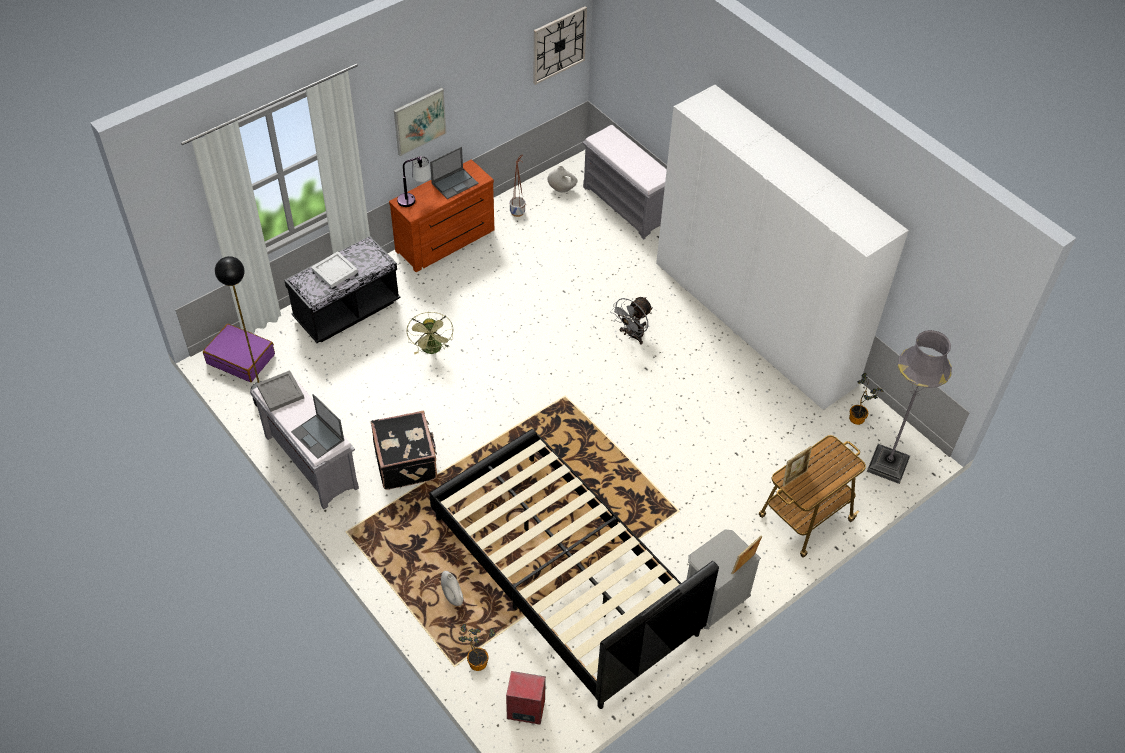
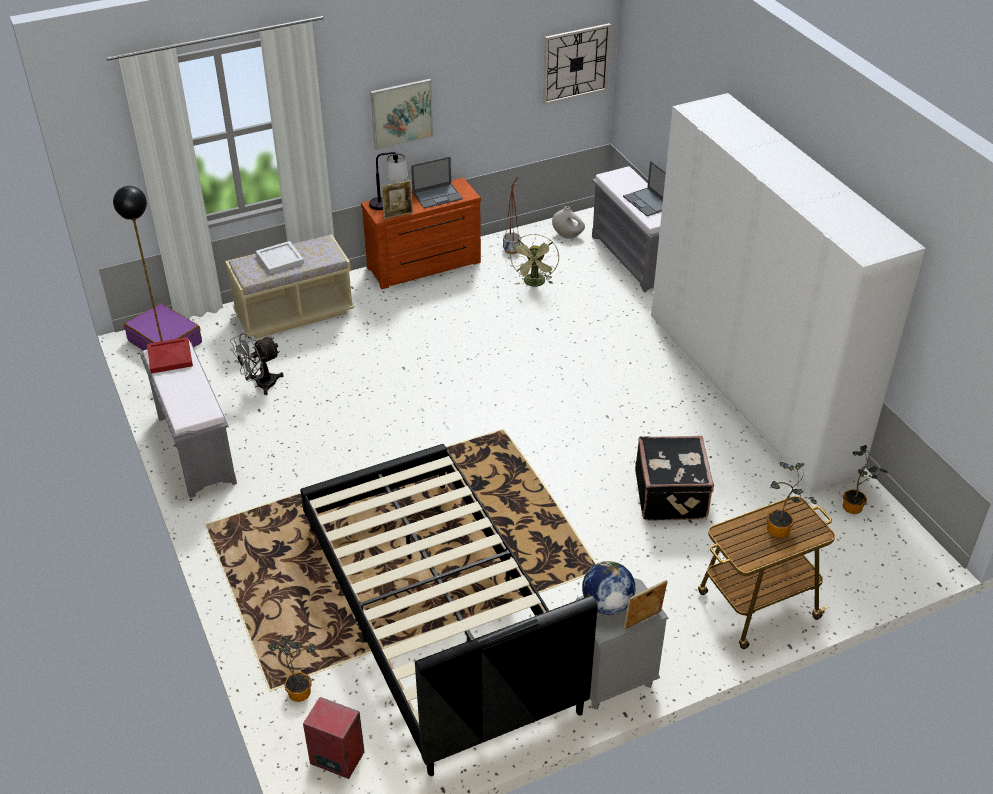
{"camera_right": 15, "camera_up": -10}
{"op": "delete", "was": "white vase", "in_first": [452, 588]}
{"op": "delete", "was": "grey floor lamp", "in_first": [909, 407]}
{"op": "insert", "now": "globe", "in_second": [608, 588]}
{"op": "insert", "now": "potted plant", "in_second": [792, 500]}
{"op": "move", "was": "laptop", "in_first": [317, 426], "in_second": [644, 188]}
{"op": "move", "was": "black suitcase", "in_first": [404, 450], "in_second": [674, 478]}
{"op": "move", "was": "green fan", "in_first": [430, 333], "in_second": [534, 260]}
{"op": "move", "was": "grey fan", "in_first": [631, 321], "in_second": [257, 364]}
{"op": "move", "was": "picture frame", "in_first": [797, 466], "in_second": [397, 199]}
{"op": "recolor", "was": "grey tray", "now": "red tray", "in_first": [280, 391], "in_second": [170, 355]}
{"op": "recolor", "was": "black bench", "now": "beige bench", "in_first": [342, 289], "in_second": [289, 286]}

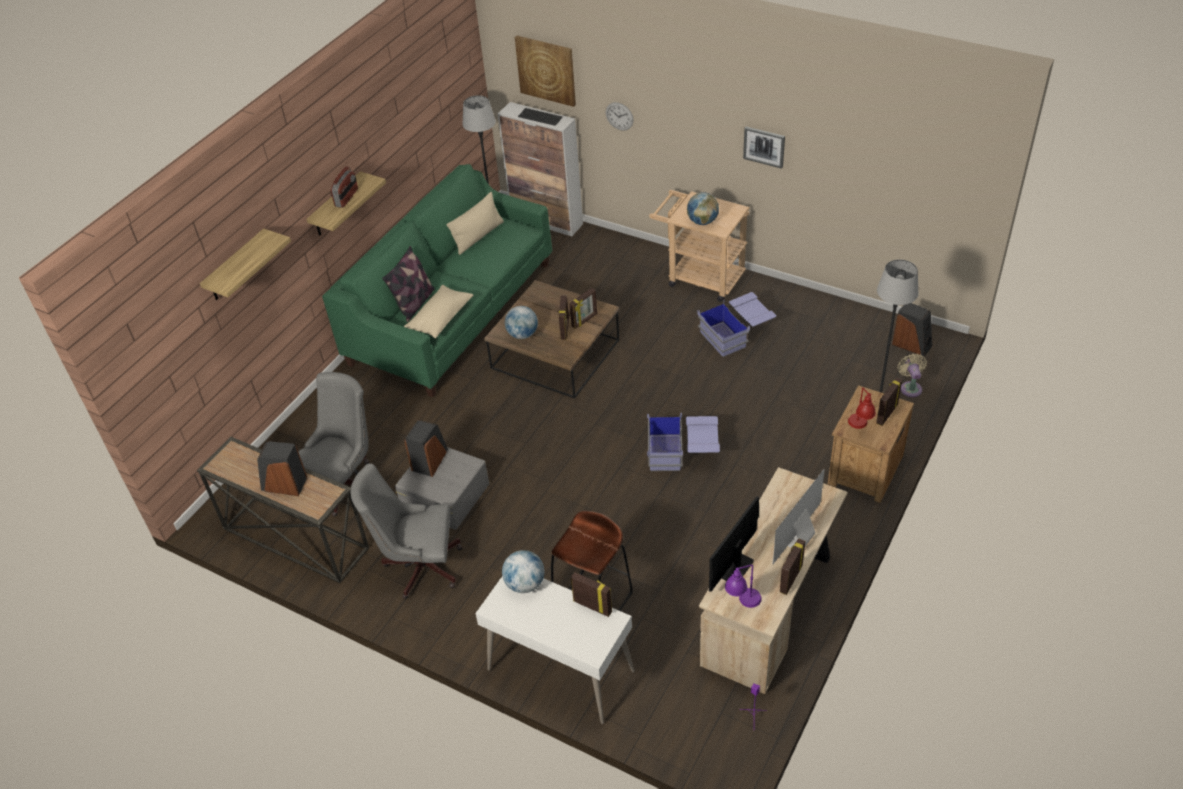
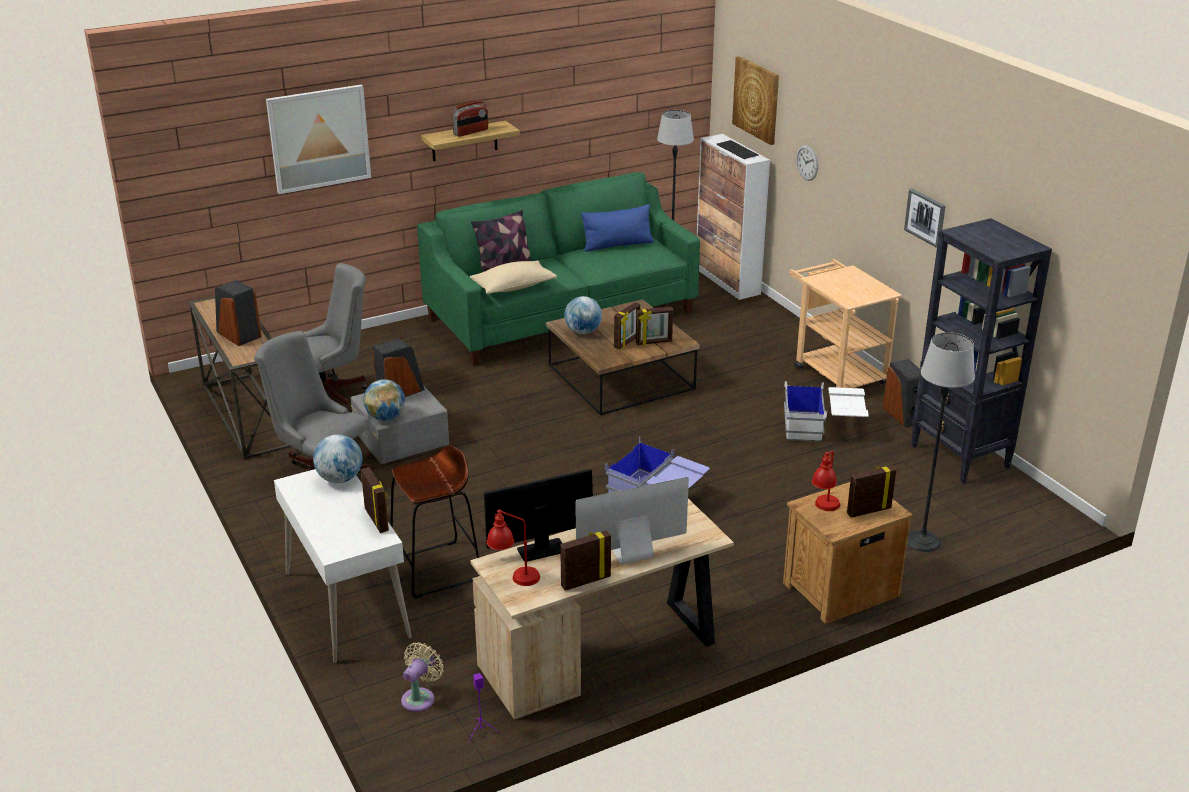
{"camera_right": 30, "camera_up": -15}
{"op": "insert", "now": "black bookcase", "in_second": [981, 350]}
{"op": "move", "was": "globe", "in_first": [703, 208], "in_second": [384, 399]}
{"op": "move", "was": "speaker", "in_first": [912, 329], "in_second": [901, 393]}
{"op": "move", "was": "beige fan", "in_first": [912, 375], "in_second": [422, 677]}
{"op": "replace", "was": "shelf", "now": "picture", "in_first": [245, 264], "in_second": [318, 139]}
{"op": "recolor", "was": "beige pillow", "now": "blue pillow", "in_first": [475, 223], "in_second": [617, 228]}
{"op": "recolor", "was": "blue storage box", "now": "white storage box", "in_first": [736, 324], "in_second": [826, 411]}
{"op": "recolor", "was": "purple table lamp", "now": "red table lamp", "in_first": [743, 586], "in_second": [513, 547]}

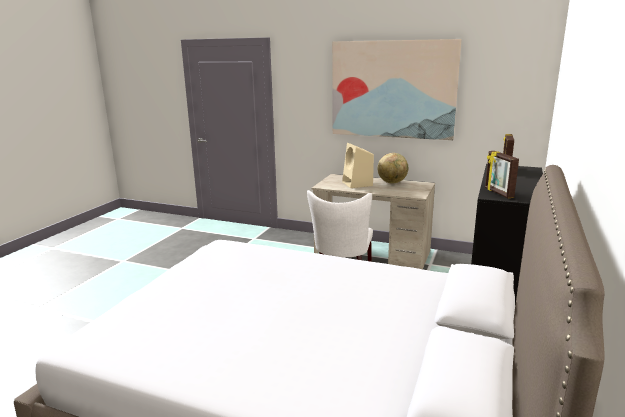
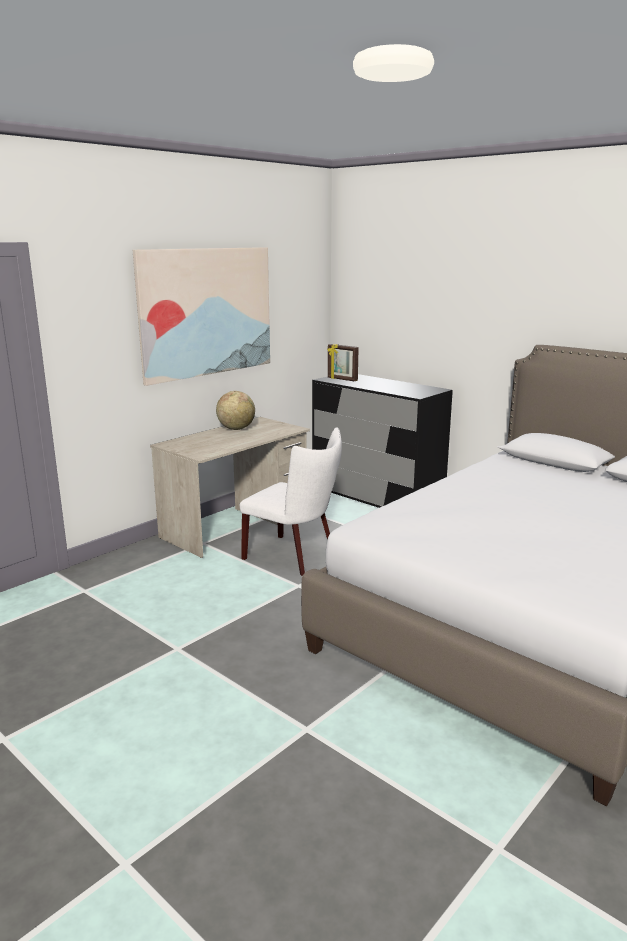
{"camera_right": -70, "camera_up": 0}
{"op": "delete", "was": "beige speaker", "in_first": [358, 165]}
{"op": "delete", "was": "picture frame", "in_first": [502, 175]}

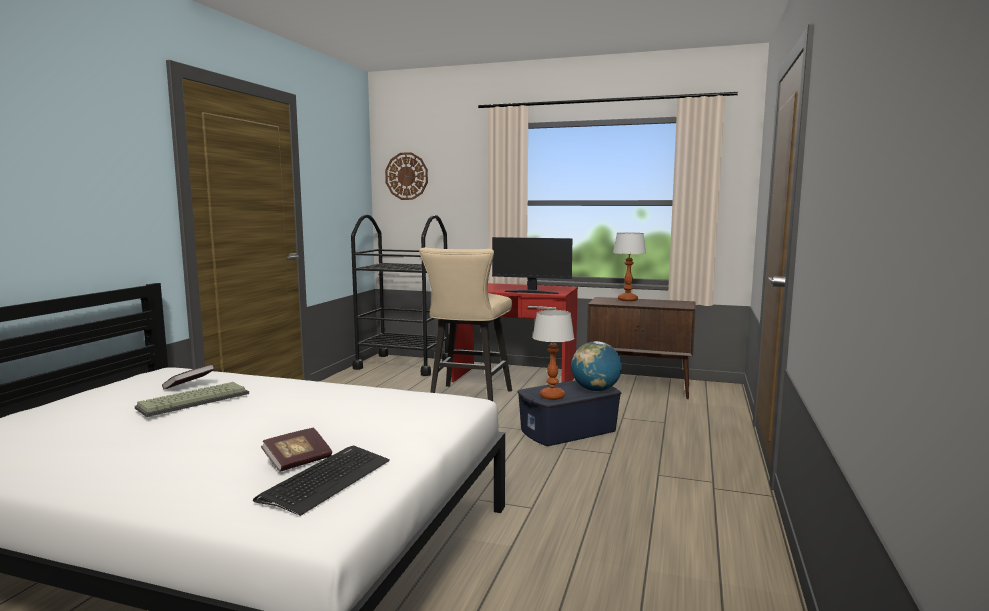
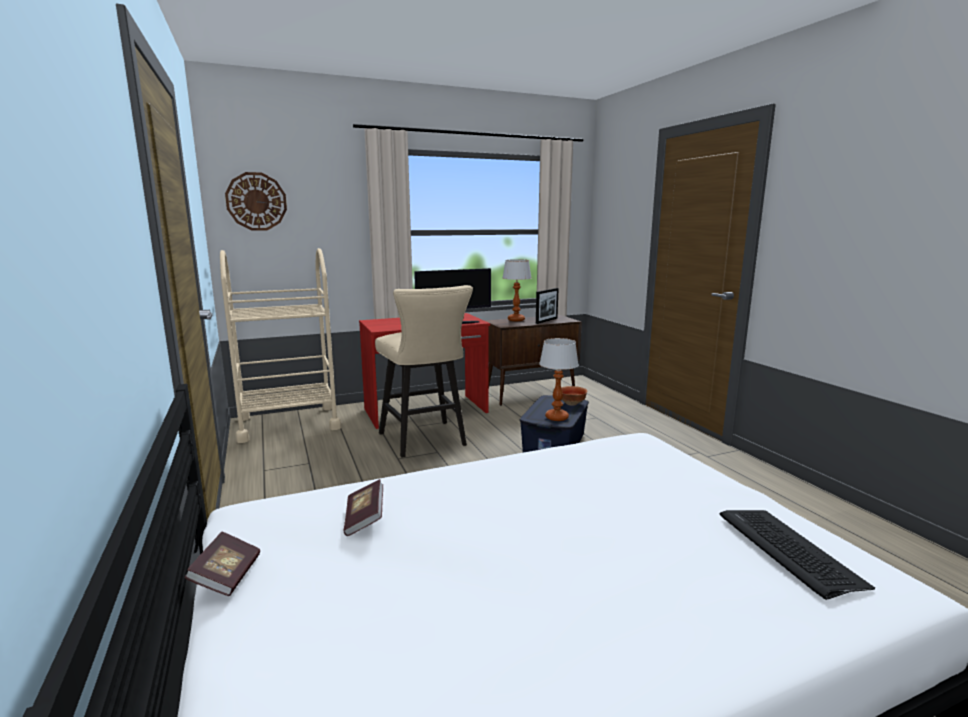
{"camera_right": -40, "camera_up": 5}
{"op": "delete", "was": "keyboard", "in_first": [192, 399]}
{"op": "insert", "now": "picture frame", "in_second": [547, 306]}
{"op": "move", "was": "book", "in_first": [296, 450], "in_second": [222, 564]}
{"op": "replace", "was": "globe", "now": "bowl", "in_first": [596, 366], "in_second": [574, 396]}
{"op": "recolor", "was": "black cart", "now": "beige cart", "in_first": [399, 295], "in_second": [280, 345]}

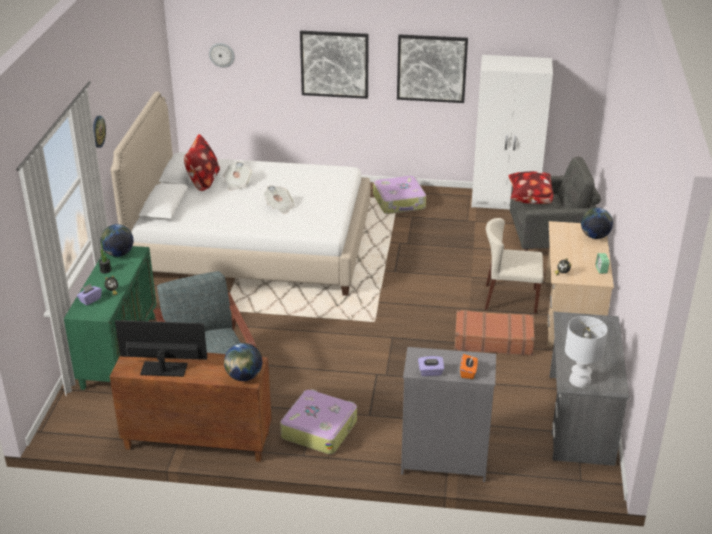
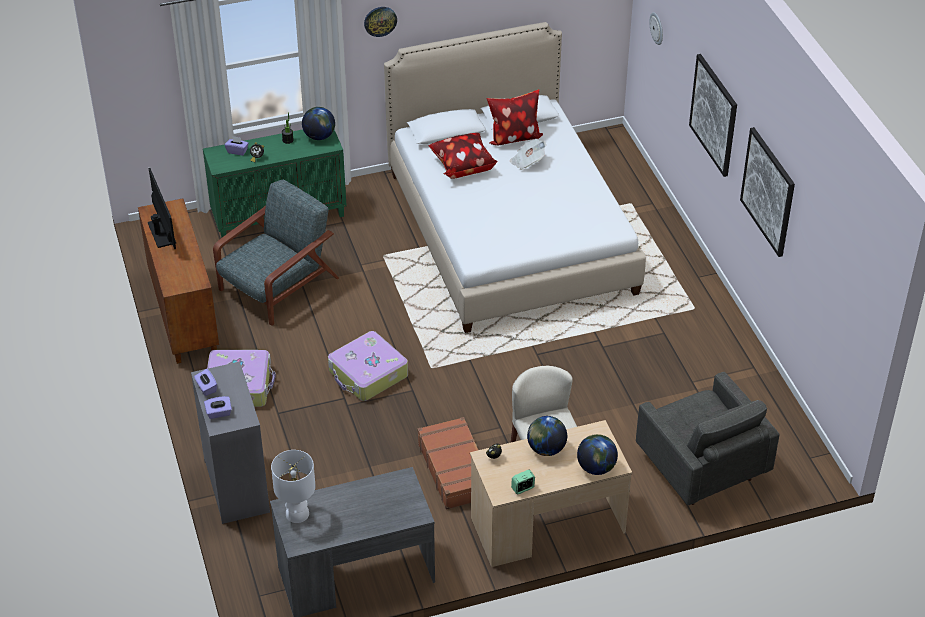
{"camera_right": 65, "camera_up": 10}
{"op": "delete", "was": "newspaper", "in_first": [279, 199]}
{"op": "delete", "was": "white wardrobe", "in_first": [512, 132]}
{"op": "move", "was": "globe", "in_first": [243, 362], "in_second": [547, 436]}
{"op": "move", "was": "suitcase", "in_first": [399, 195], "in_second": [368, 366]}
{"op": "move", "was": "pillow", "in_first": [530, 187], "in_second": [462, 156]}
{"op": "recolor", "was": "orange tissue box", "now": "purple tissue box", "in_first": [469, 366], "in_second": [218, 407]}

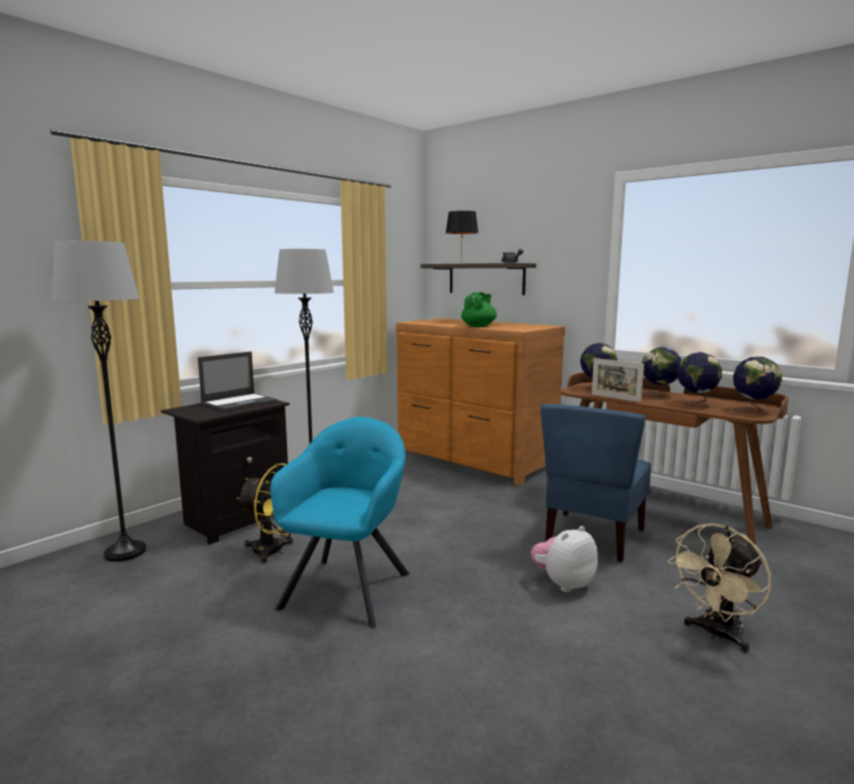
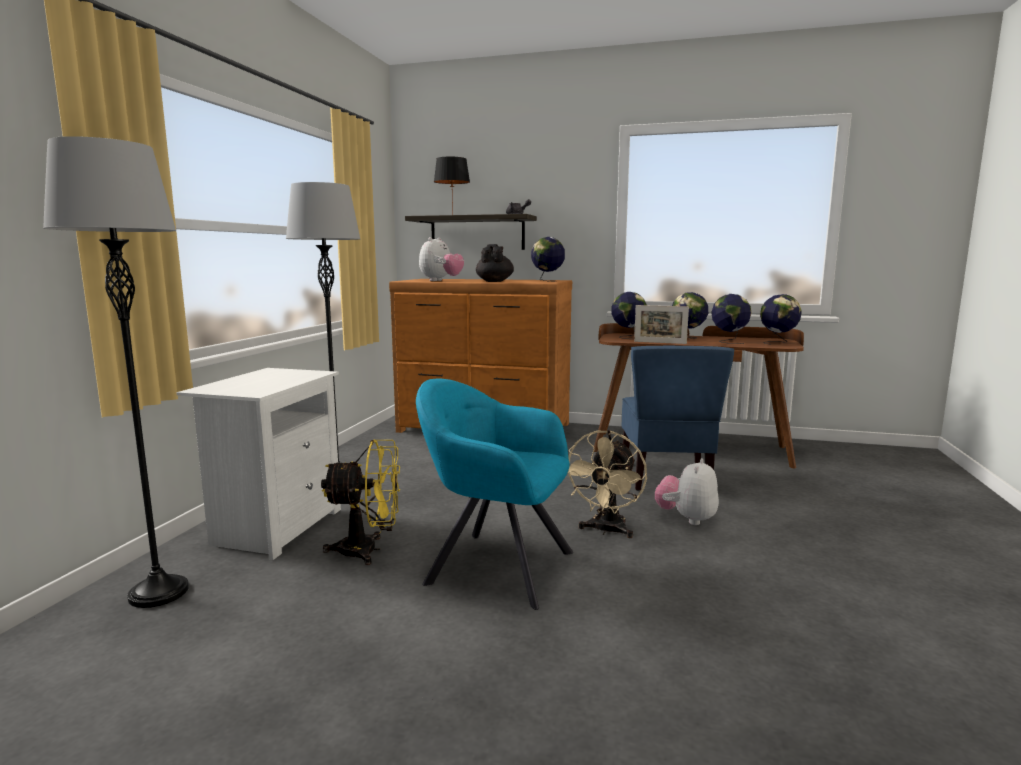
{"camera_right": -25, "camera_up": 0}
{"op": "delete", "was": "laptop", "in_first": [238, 382]}
{"op": "insert", "now": "plush toy", "in_second": [441, 259]}
{"op": "insert", "now": "globe", "in_second": [548, 259]}
{"op": "move", "was": "beige fan", "in_first": [719, 587], "in_second": [607, 484]}
{"op": "recolor", "was": "black nightstand", "now": "white nightstand", "in_first": [225, 472], "in_second": [258, 464]}
{"op": "recolor", "was": "green teapot", "now": "black teapot", "in_first": [479, 309], "in_second": [495, 263]}
{"op": "rotate", "was": "turquoise armchair", "in_first": [339, 522], "in_second": [494, 494], "clockwise": -60}

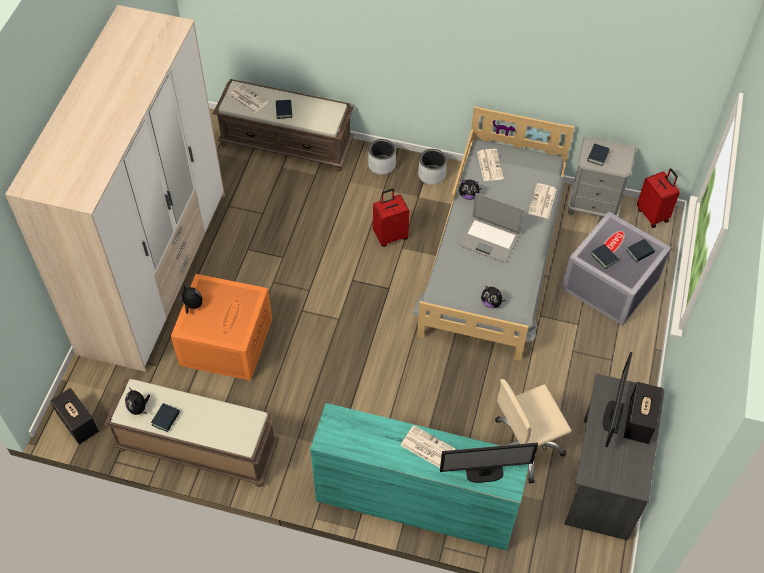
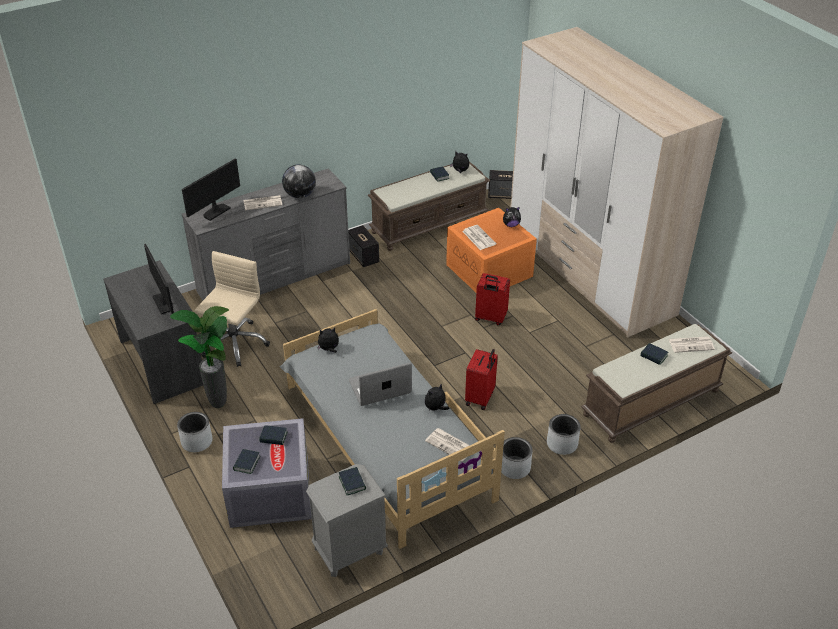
{"camera_right": 135, "camera_up": -15}
{"op": "insert", "now": "potted plant", "in_second": [199, 357]}
{"op": "insert", "now": "grey planter", "in_second": [195, 432]}
{"op": "insert", "now": "globe", "in_second": [299, 181]}
{"op": "move", "was": "newspaper", "in_first": [542, 200], "in_second": [479, 237]}
{"op": "move", "was": "speaker", "in_first": [643, 413], "in_second": [363, 246]}
{"op": "move", "was": "red suitcase", "in_first": [658, 198], "in_second": [492, 299]}
{"op": "recolor", "was": "turquoise dresser", "now": "grey dresser", "in_first": [419, 477], "in_second": [266, 234]}

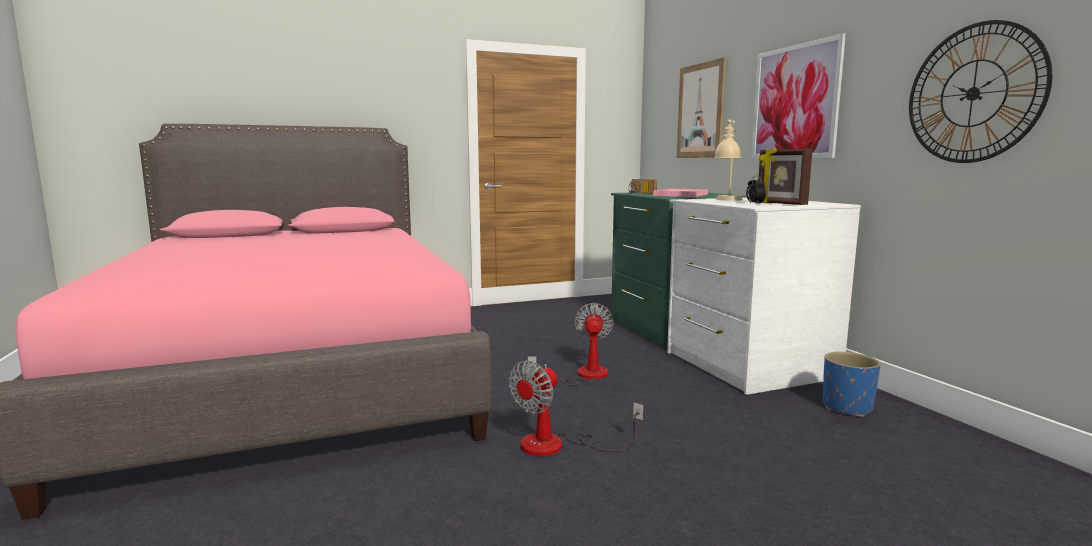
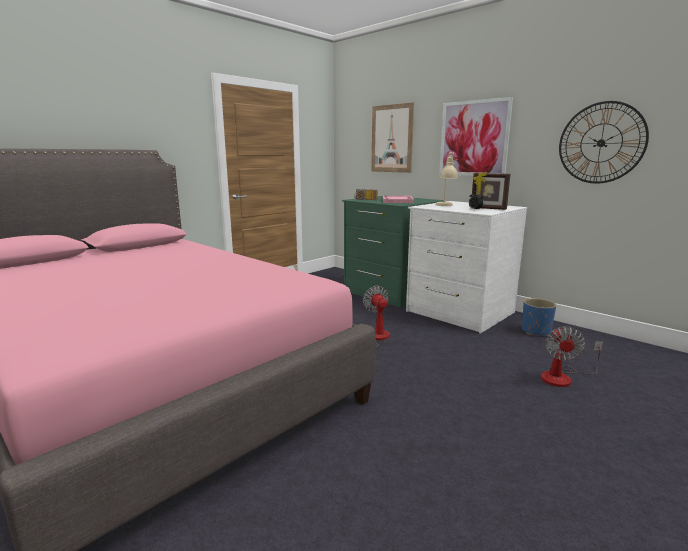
{"camera_right": -25, "camera_up": 5}
{"op": "move", "was": "fan", "in_first": [576, 408], "in_second": [572, 356]}

